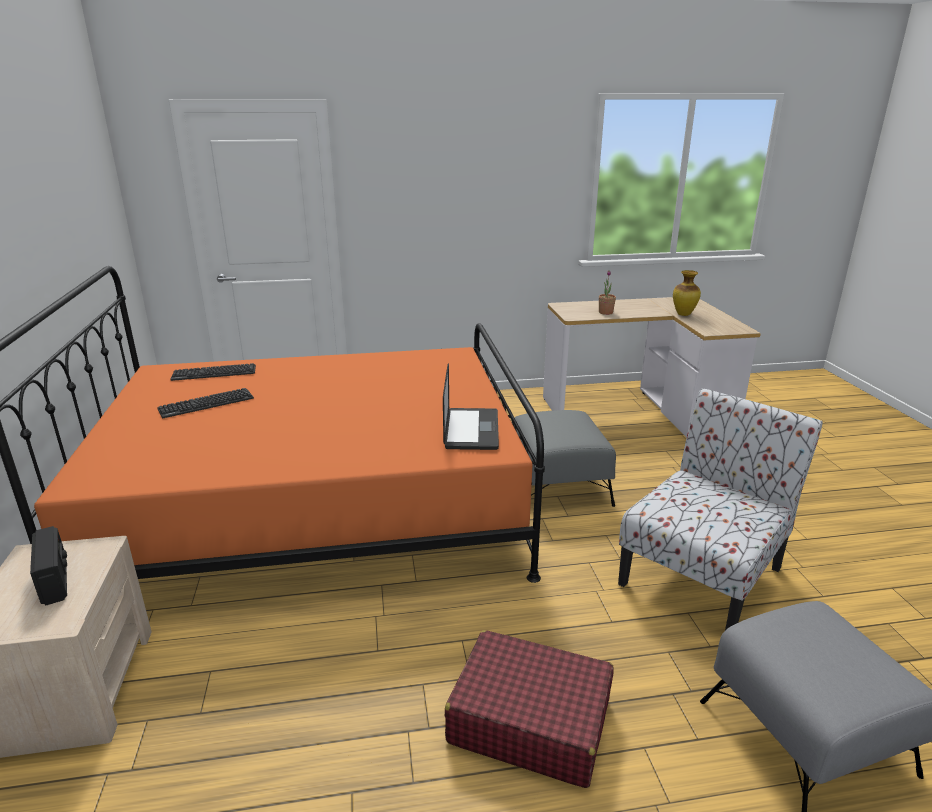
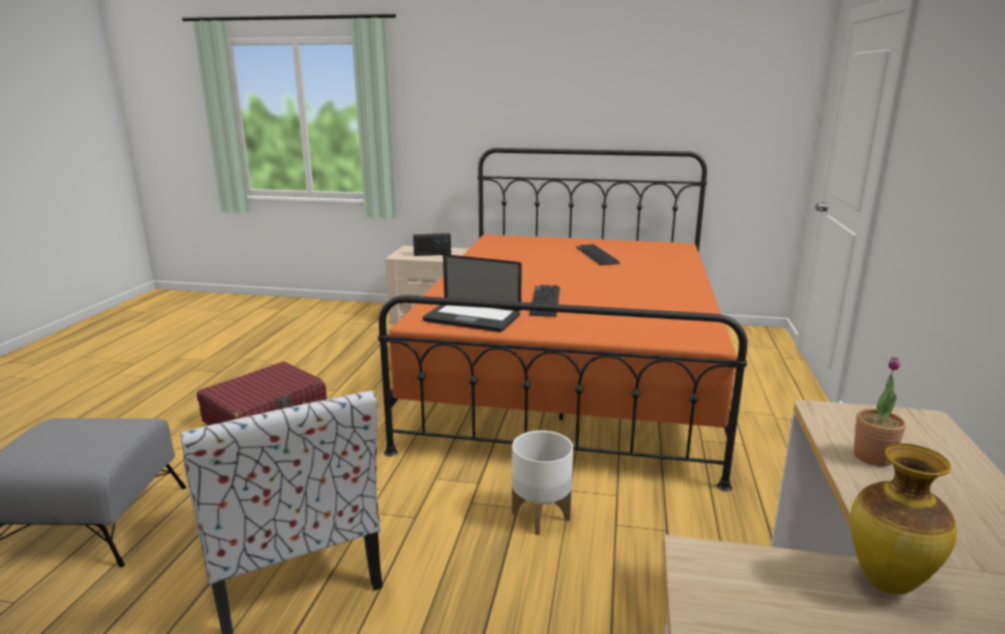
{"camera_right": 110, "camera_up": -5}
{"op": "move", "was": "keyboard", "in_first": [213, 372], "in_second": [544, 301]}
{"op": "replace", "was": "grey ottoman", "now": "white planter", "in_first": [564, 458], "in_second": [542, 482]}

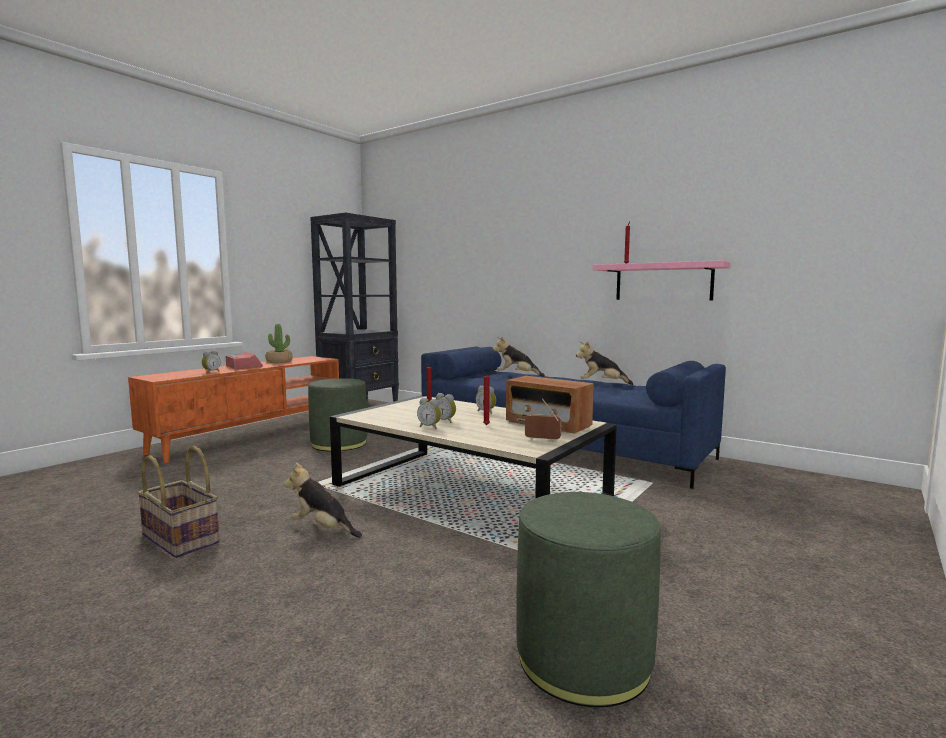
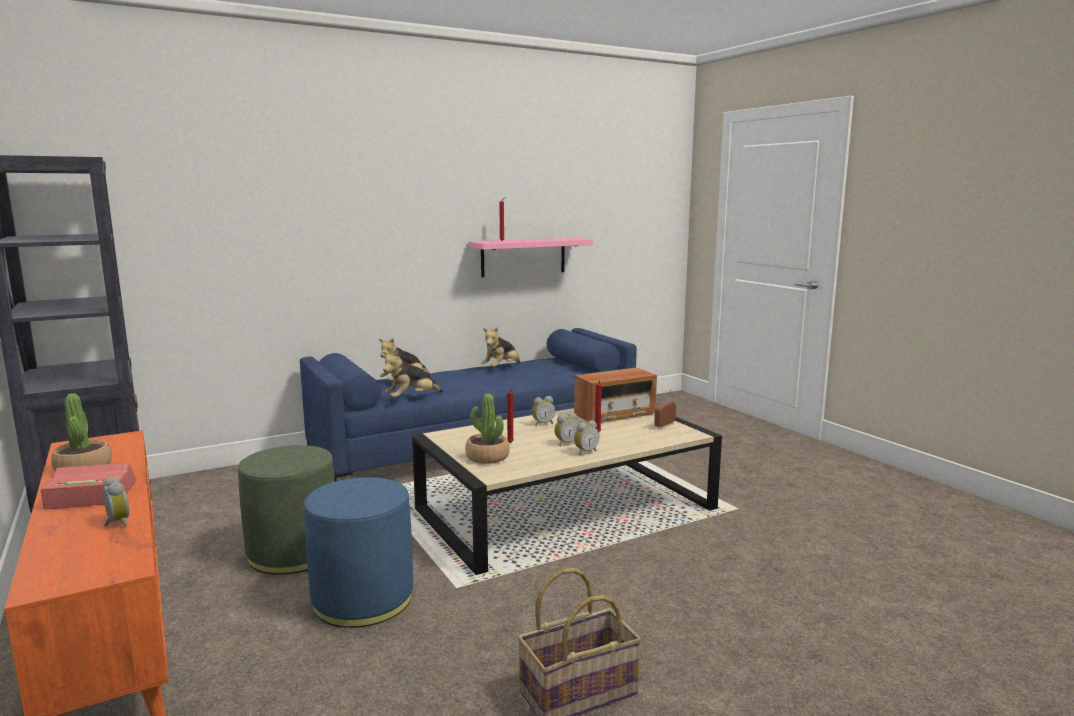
{"camera_right": -65, "camera_up": 5}
{"op": "delete", "was": "green ottoman", "in_first": [588, 599]}
{"op": "insert", "now": "blue ottoman", "in_second": [358, 552]}
{"op": "insert", "now": "potted plant", "in_second": [487, 429]}
{"op": "move", "was": "plush toy", "in_first": [323, 500], "in_second": [413, 374]}

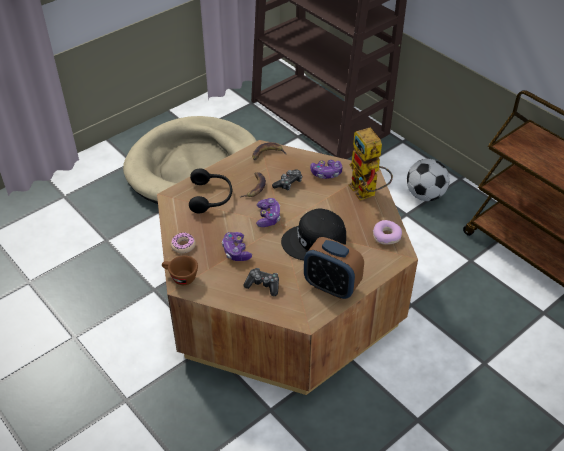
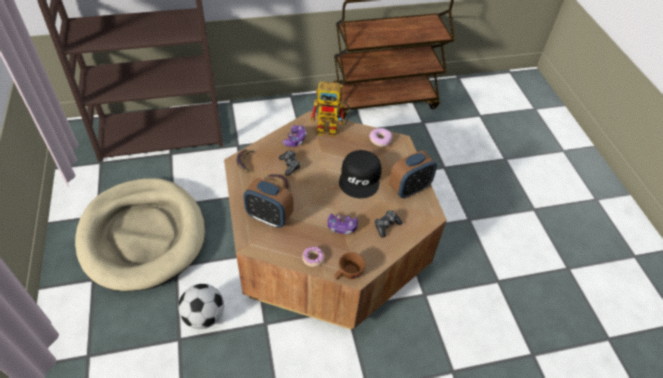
{"camera_right": -65, "camera_up": 5}
{"op": "delete", "was": "game controller", "in_first": [268, 212]}
{"op": "move", "was": "football", "in_first": [428, 180], "in_second": [201, 306]}
{"op": "replace", "was": "black headphones", "now": "alarm clock", "in_first": [211, 191], "in_second": [268, 203]}

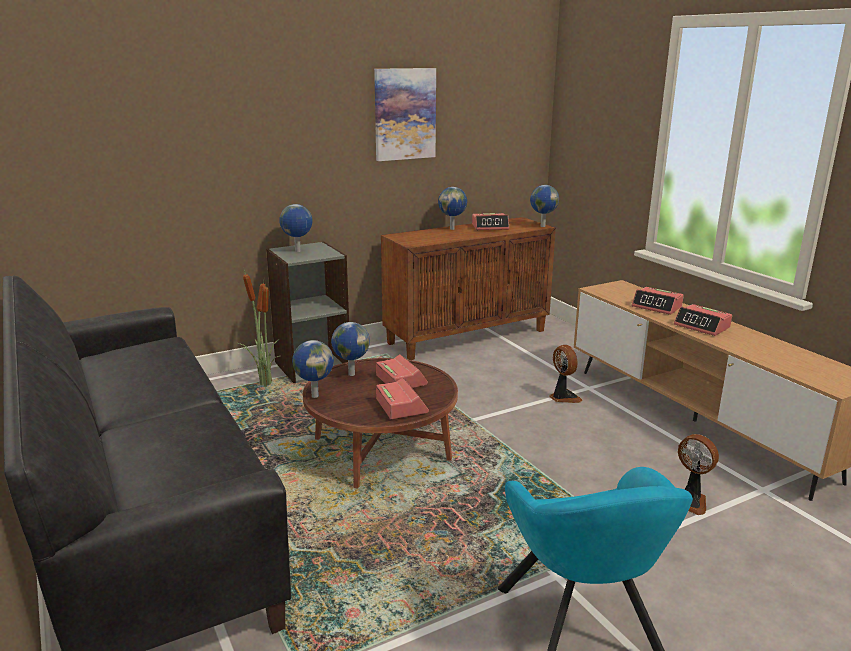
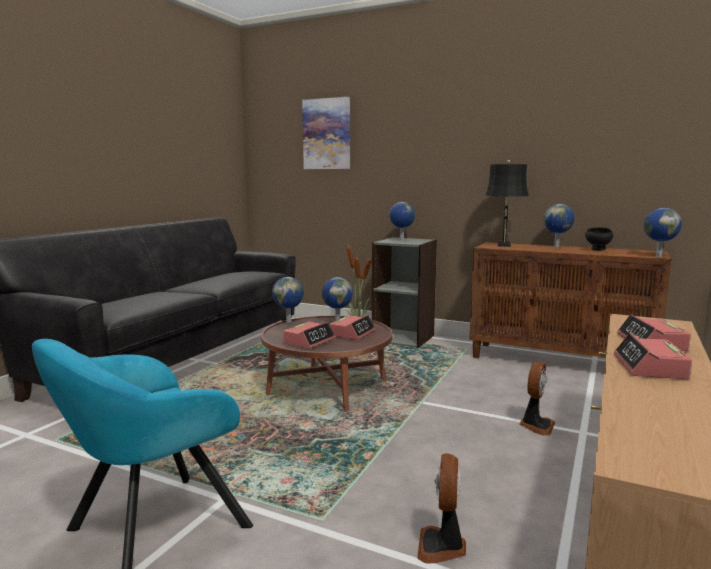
{"camera_right": 55, "camera_up": -10}
{"op": "insert", "now": "black table lamp", "in_second": [507, 203]}
{"op": "move", "was": "picture", "in_first": [405, 114], "in_second": [326, 133]}
{"op": "replace", "was": "alarm clock", "now": "black bowl", "in_first": [490, 221], "in_second": [599, 239]}

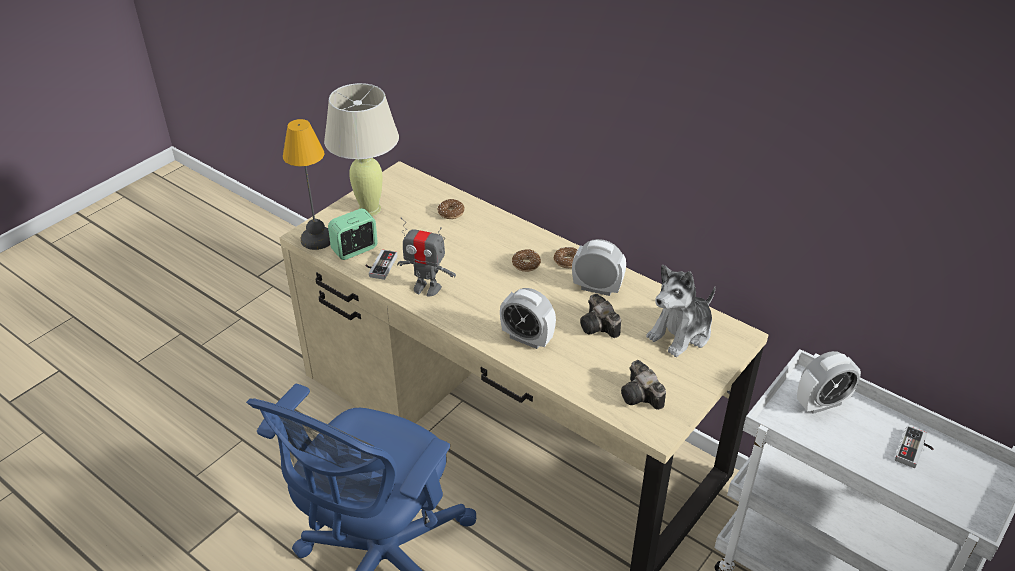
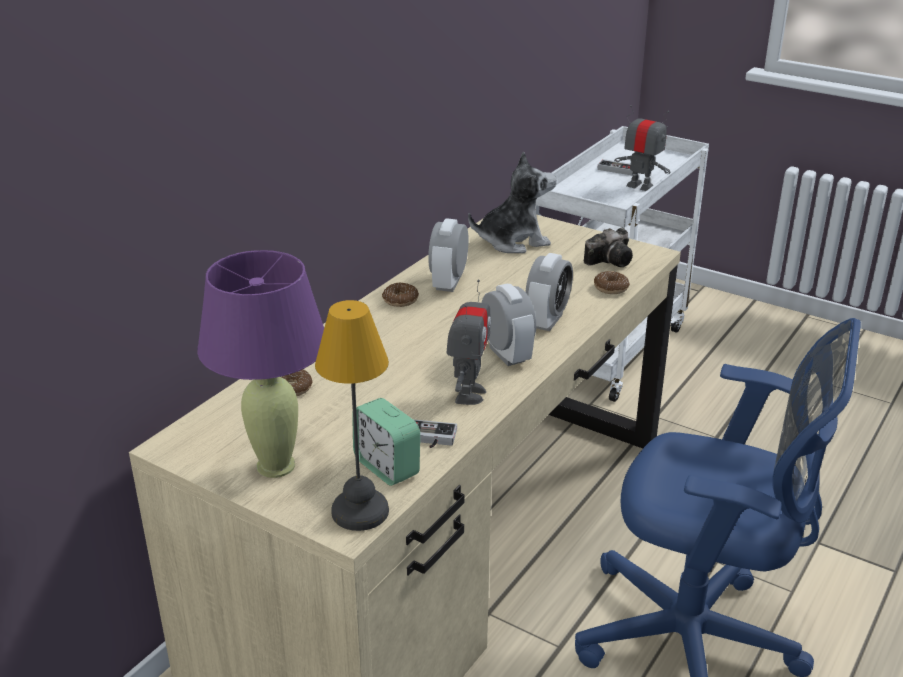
{"camera_right": -95, "camera_up": -10}
{"op": "delete", "was": "photo camera", "in_first": [600, 315]}
{"op": "insert", "now": "toy robot", "in_second": [642, 148]}
{"op": "move", "was": "donut", "in_first": [526, 260], "in_second": [612, 282]}
{"op": "move", "was": "alarm clock", "in_first": [829, 382], "in_second": [509, 325]}
{"op": "recolor", "was": "beige table lamp", "now": "purple table lamp", "in_first": [361, 149], "in_second": [260, 364]}
{"op": "rotate", "was": "plush toy", "in_first": [680, 311], "in_second": [512, 202], "clockwise": -60}

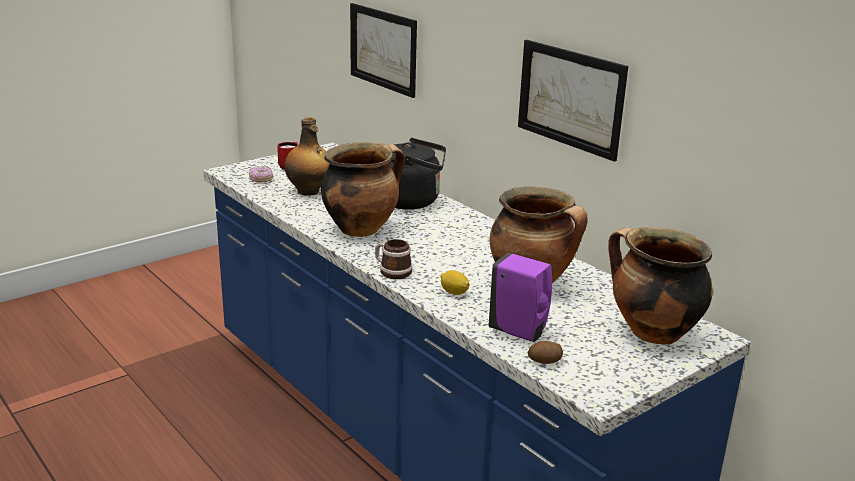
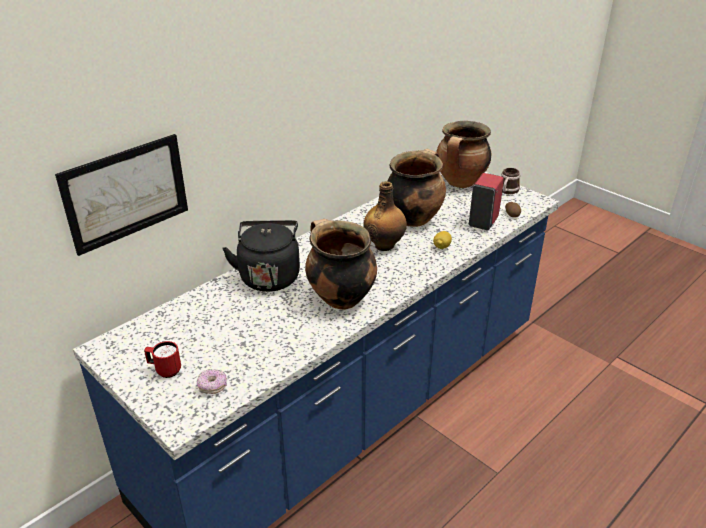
{"camera_right": -95, "camera_up": 10}
{"op": "delete", "was": "picture", "in_first": [573, 101]}
{"op": "move", "was": "bottle", "in_first": [306, 156], "in_second": [385, 216]}
{"op": "move", "was": "mug", "in_first": [394, 259], "in_second": [510, 181]}
{"op": "recolor", "was": "purple soap dispenser", "now": "red soap dispenser", "in_first": [520, 297], "in_second": [486, 201]}

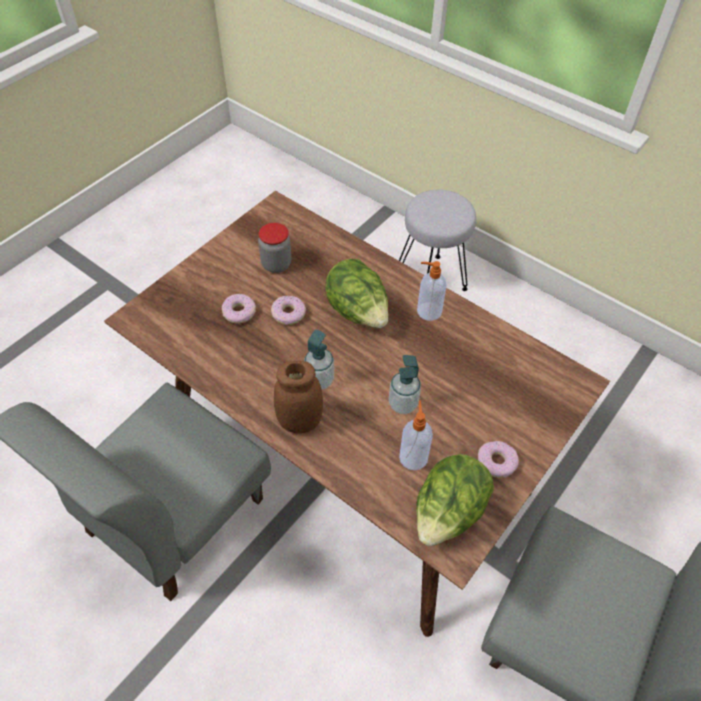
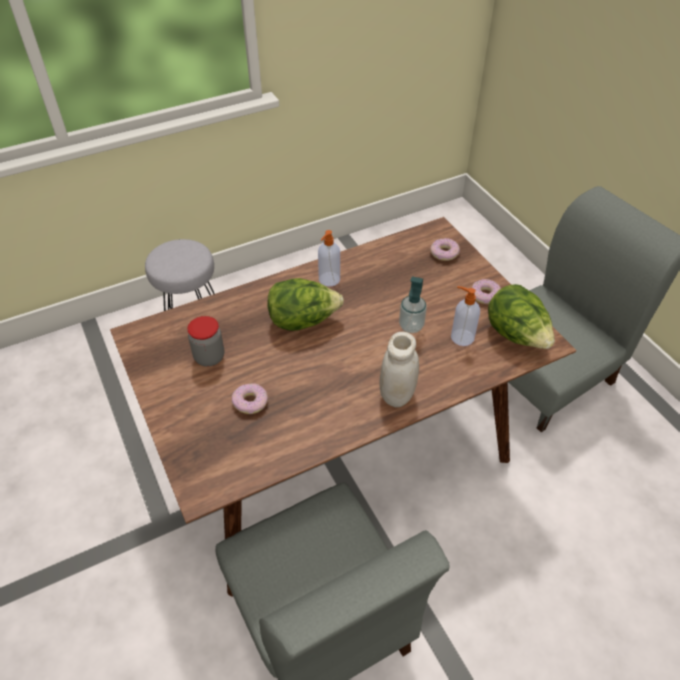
{"camera_right": -65, "camera_up": -5}
{"op": "delete", "was": "soap dispenser", "in_first": [319, 359]}
{"op": "move", "was": "donut", "in_first": [288, 310], "in_second": [445, 249]}
{"op": "recolor", "was": "brown jar", "now": "white jar", "in_first": [298, 397], "in_second": [399, 369]}

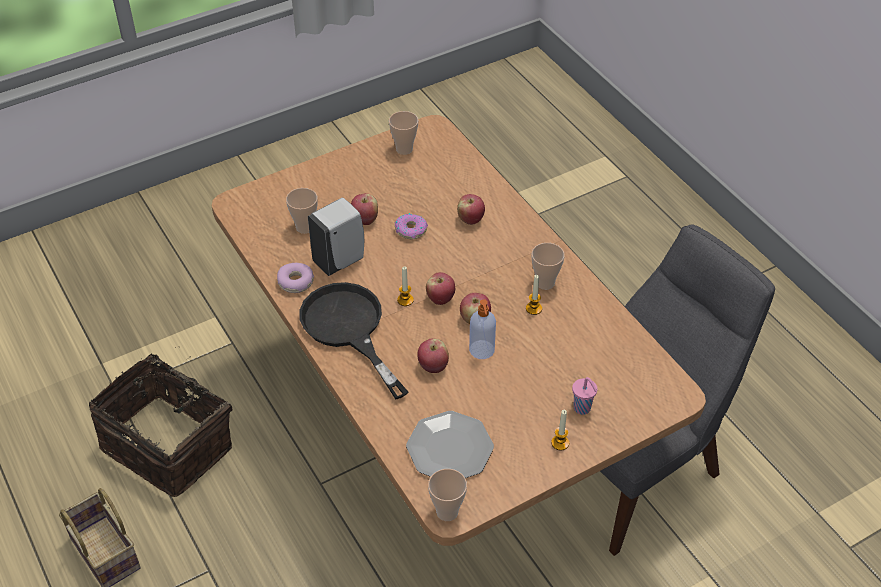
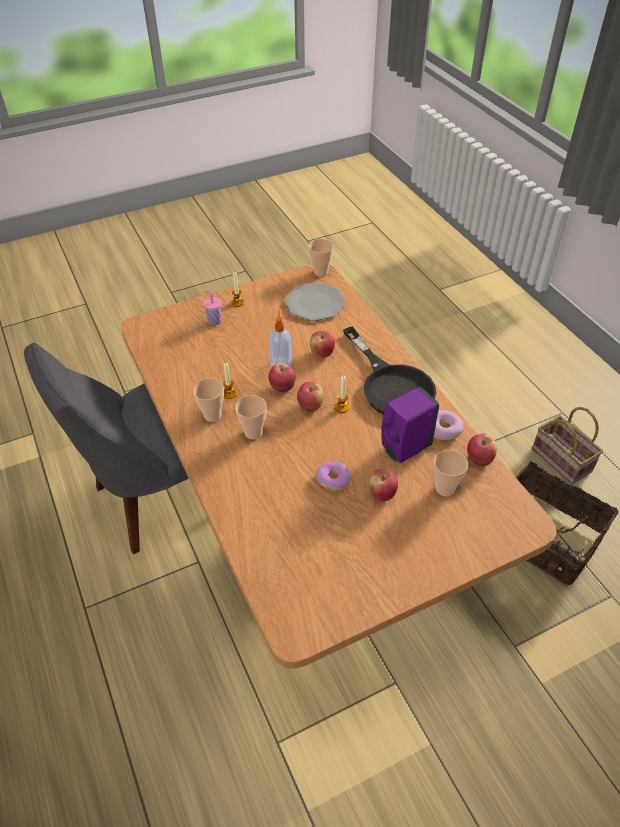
{"camera_right": -175, "camera_up": 0}
{"op": "move", "was": "cup", "in_first": [403, 133], "in_second": [251, 417]}
{"op": "move", "was": "apple", "in_first": [471, 209], "in_second": [482, 450]}
{"op": "recolor", "was": "white soap dispenser", "now": "purple soap dispenser", "in_first": [336, 236], "in_second": [410, 425]}

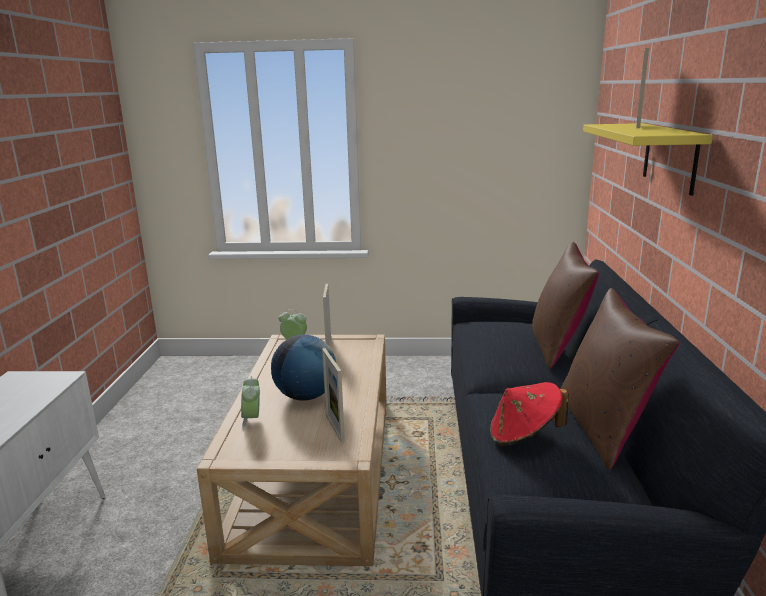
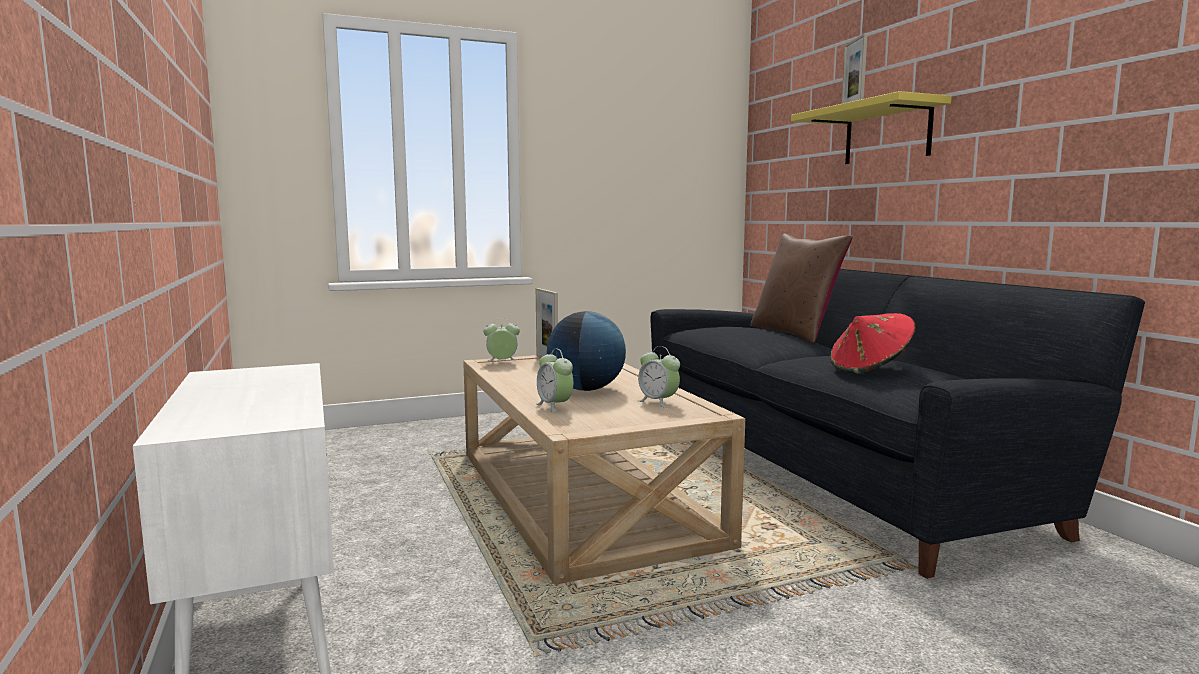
{"camera_right": -25, "camera_up": -10}
{"op": "delete", "was": "brown pillow", "in_first": [620, 379]}
{"op": "replace", "was": "picture frame", "now": "alarm clock", "in_first": [333, 395], "in_second": [658, 377]}

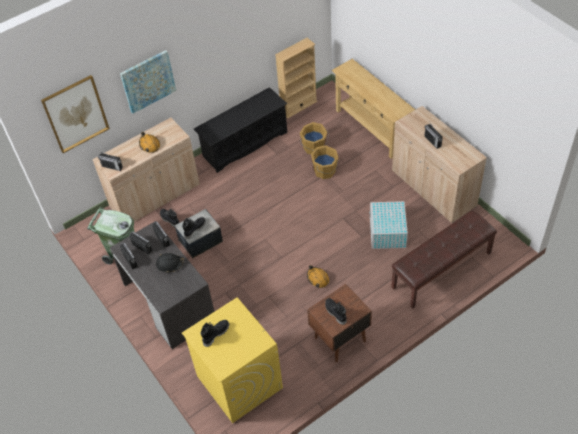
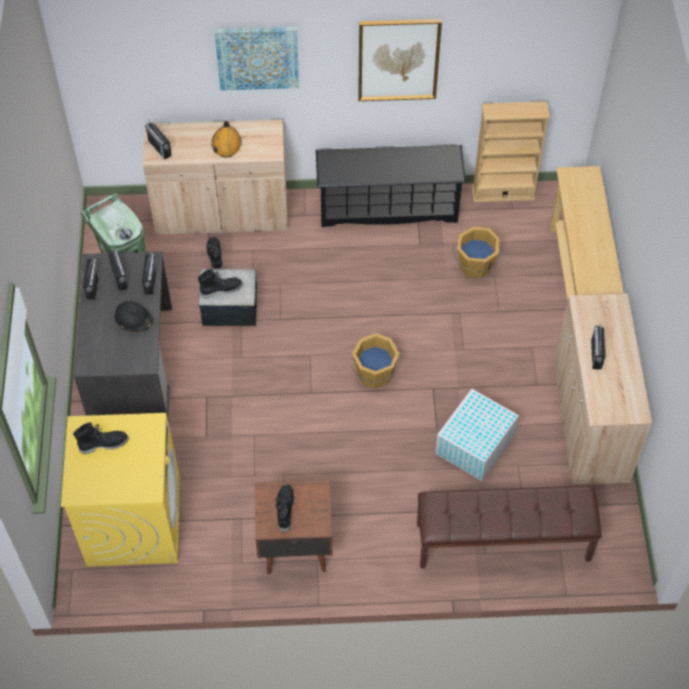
{"camera_right": 30, "camera_up": 5}
{"op": "delete", "was": "orange hard hat", "in_first": [318, 276]}
{"op": "move", "was": "picture", "in_first": [75, 114], "in_second": [400, 60]}
{"op": "move", "was": "orange bucket", "in_first": [324, 162], "in_second": [376, 361]}

